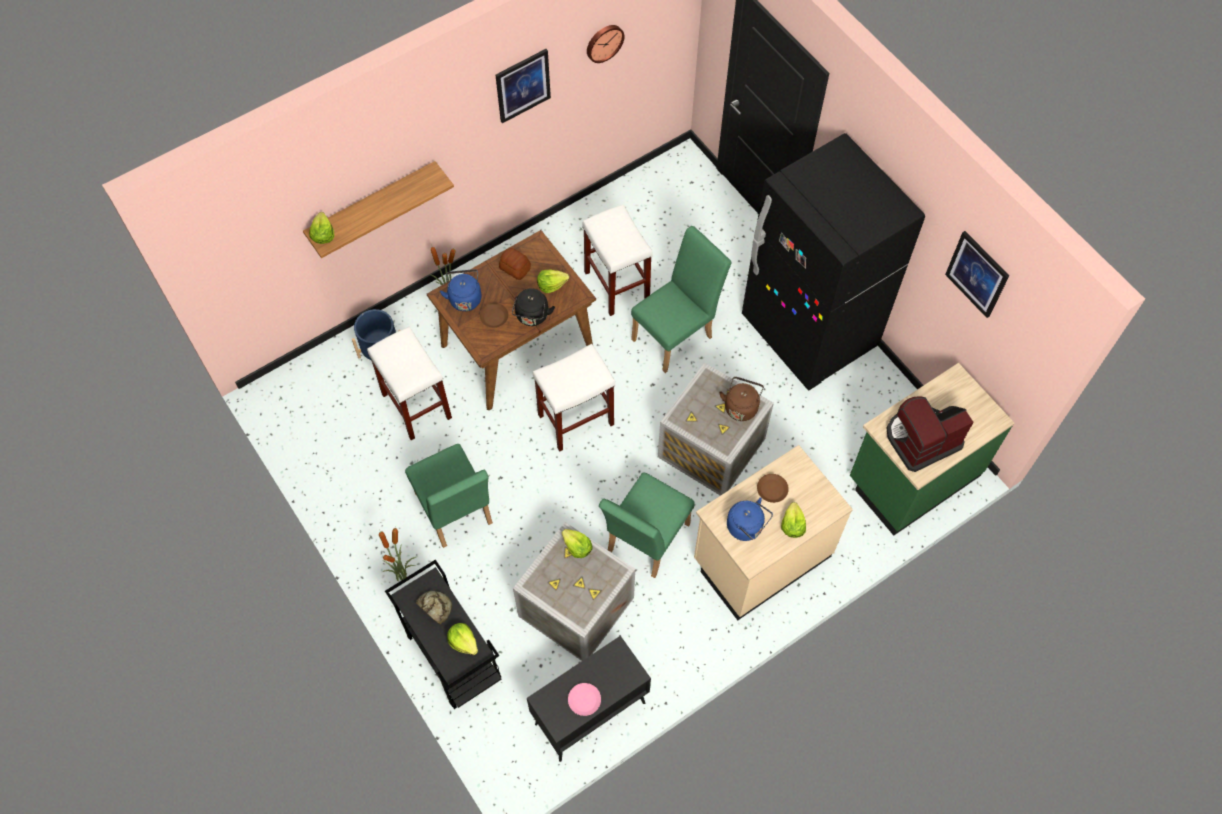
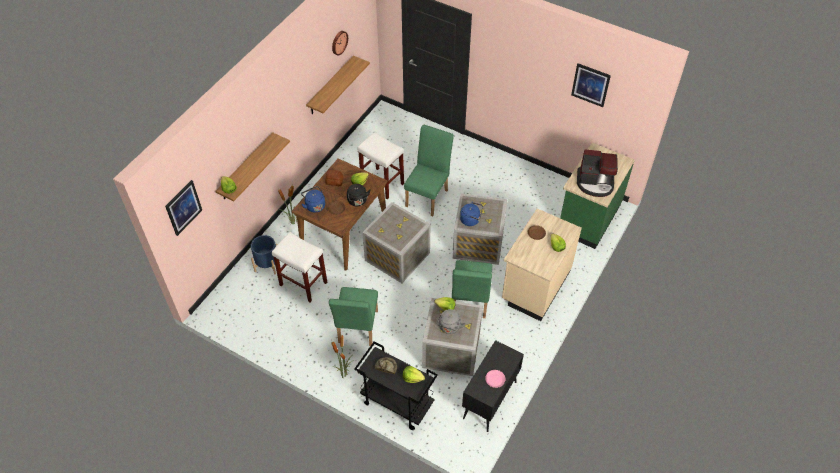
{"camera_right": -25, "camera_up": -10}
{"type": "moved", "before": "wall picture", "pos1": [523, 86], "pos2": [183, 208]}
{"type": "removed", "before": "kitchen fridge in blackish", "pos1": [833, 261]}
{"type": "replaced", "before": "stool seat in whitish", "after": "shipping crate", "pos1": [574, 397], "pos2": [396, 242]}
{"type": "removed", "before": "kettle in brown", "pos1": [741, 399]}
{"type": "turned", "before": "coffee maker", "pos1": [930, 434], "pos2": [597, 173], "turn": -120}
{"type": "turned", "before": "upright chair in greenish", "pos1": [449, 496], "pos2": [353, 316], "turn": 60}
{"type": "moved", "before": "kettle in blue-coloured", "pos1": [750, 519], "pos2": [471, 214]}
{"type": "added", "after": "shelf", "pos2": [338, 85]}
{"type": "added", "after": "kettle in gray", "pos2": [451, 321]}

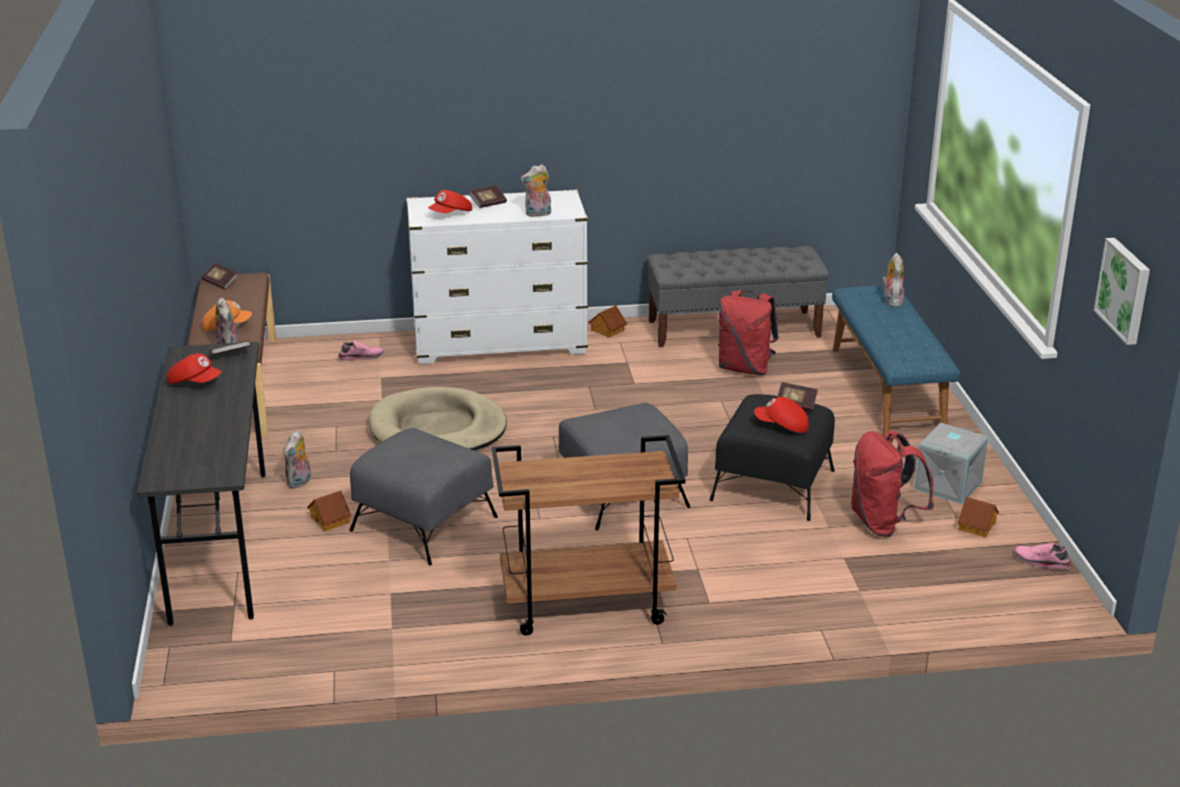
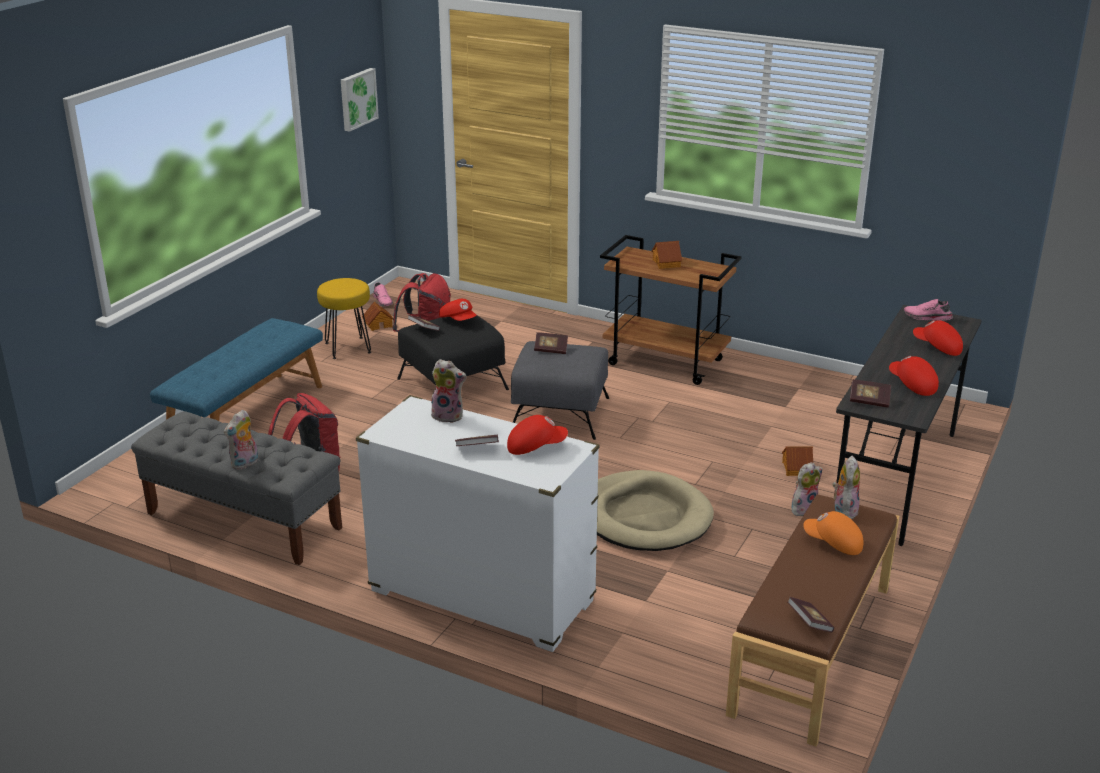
{"camera_right": -145, "camera_up": 0}
{"type": "moved", "before": "cuddly toy", "pos1": [893, 280], "pos2": [241, 440]}
{"type": "moved", "before": "toy house", "pos1": [607, 321], "pos2": [666, 255]}
{"type": "moved", "before": "item of footwear in pink", "pos1": [361, 350], "pos2": [928, 310]}
{"type": "replaced", "before": "storage container in gray", "after": "stool seat in yellow-coloured", "pos1": [951, 463], "pos2": [344, 318]}
{"type": "removed", "before": "footrest in gray", "pos1": [423, 496]}
{"type": "added", "after": "peaked cap in red-coloured", "pos2": [938, 338]}
{"type": "added", "after": "bound book", "pos2": [551, 343]}

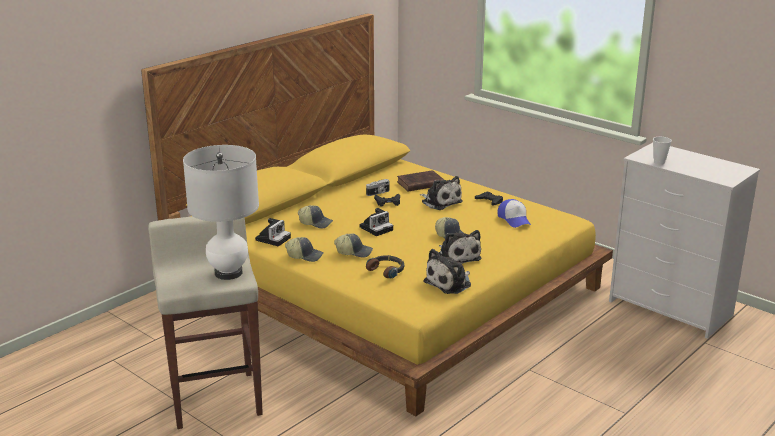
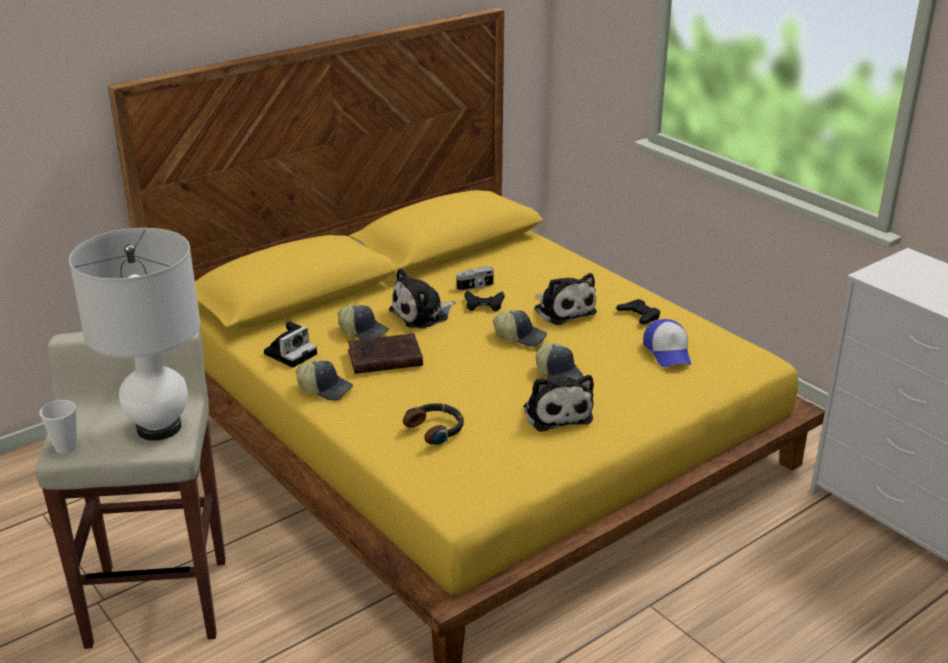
{"camera_right": 10, "camera_up": 5}
{"type": "moved", "before": "cup", "pos1": [662, 151], "pos2": [58, 427]}
{"type": "moved", "before": "bound book in brown", "pos1": [420, 181], "pos2": [385, 353]}
{"type": "removed", "before": "still camera", "pos1": [376, 222]}
{"type": "moved", "before": "peaked cap", "pos1": [353, 245], "pos2": [520, 328]}
{"type": "moved", "before": "cuddly toy", "pos1": [447, 271], "pos2": [422, 298]}

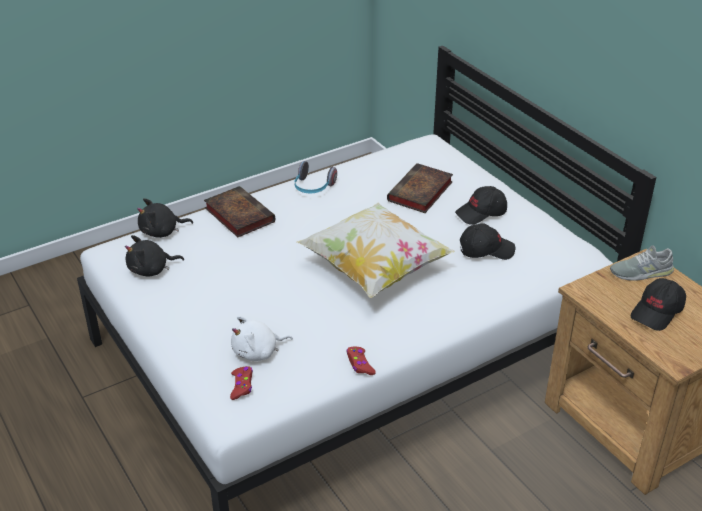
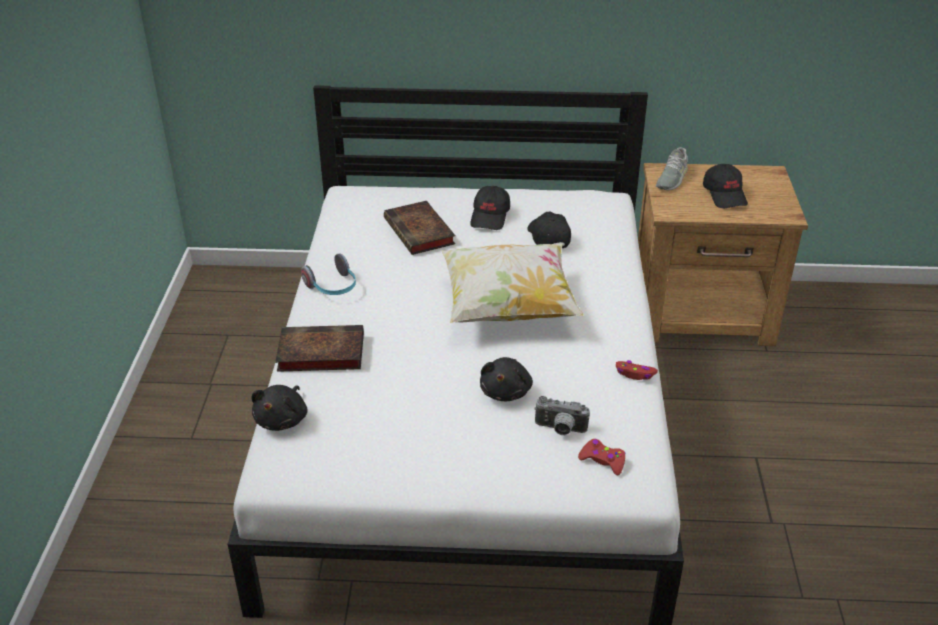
{"camera_right": -55, "camera_up": 0}
{"type": "turned", "before": "peaked cap in blackish", "pos1": [487, 241], "pos2": [549, 229], "turn": -45}
{"type": "moved", "before": "cuddly toy in blackish", "pos1": [154, 255], "pos2": [506, 379]}
{"type": "replaced", "before": "cuddly toy in whitish", "after": "still camera", "pos1": [262, 338], "pos2": [562, 415]}

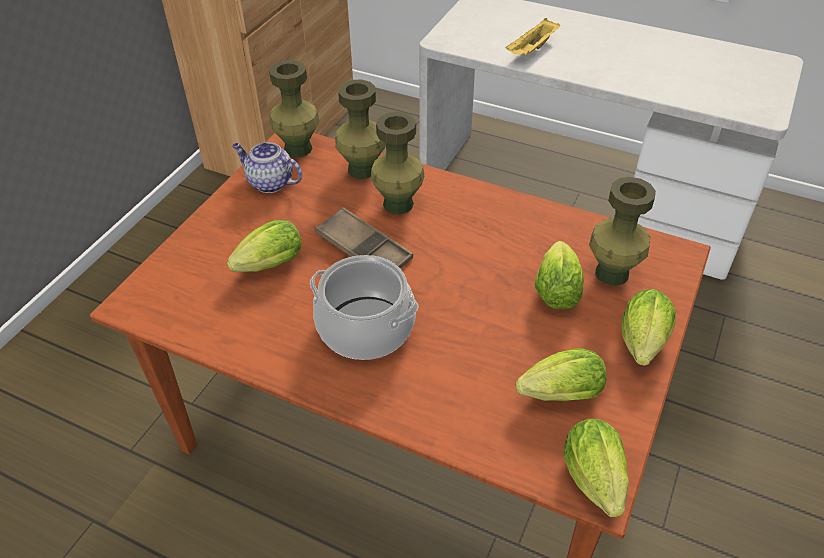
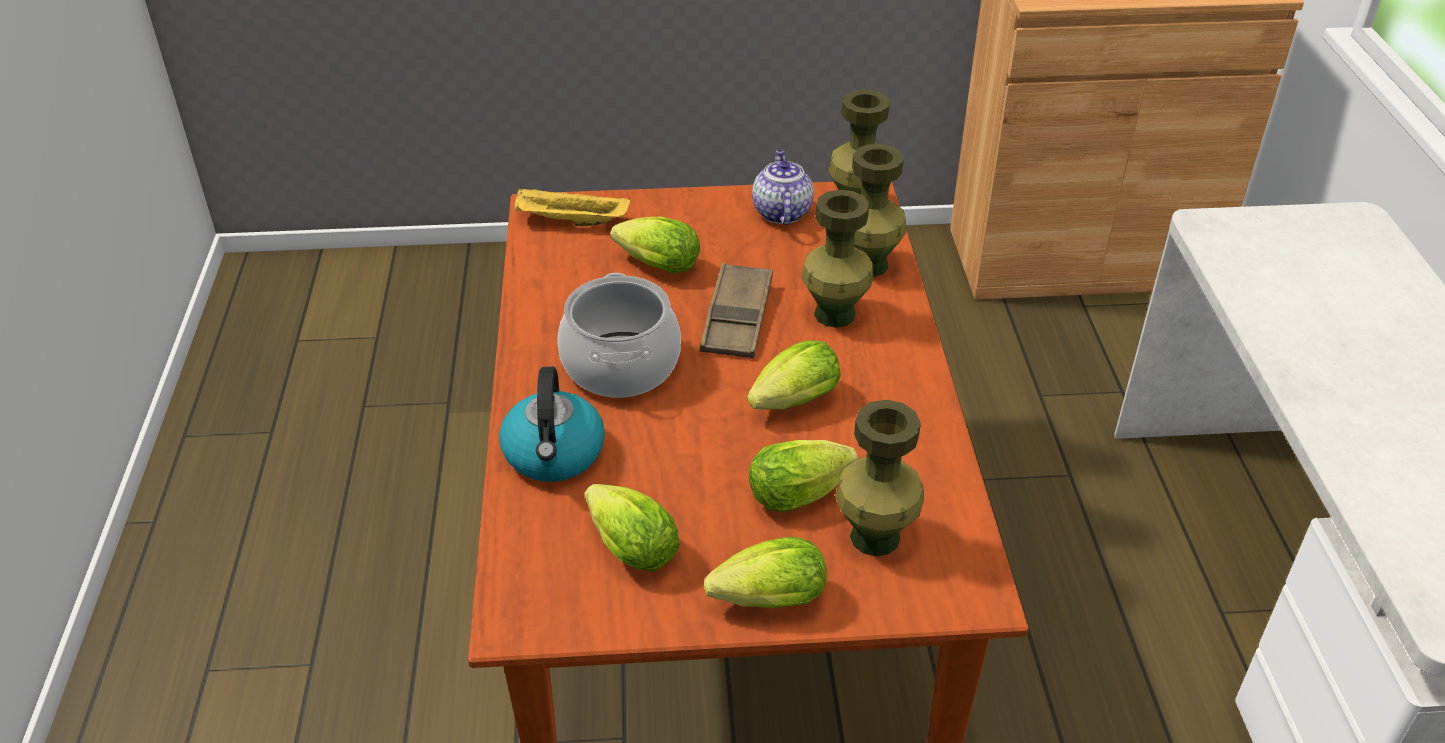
{"camera_right": 60, "camera_up": -5}
{"type": "moved", "before": "tray in yellow-coloured", "pos1": [533, 36], "pos2": [572, 207]}
{"type": "moved", "before": "lettuce head", "pos1": [596, 468], "pos2": [794, 375]}
{"type": "added", "after": "kettle", "pos2": [552, 424]}

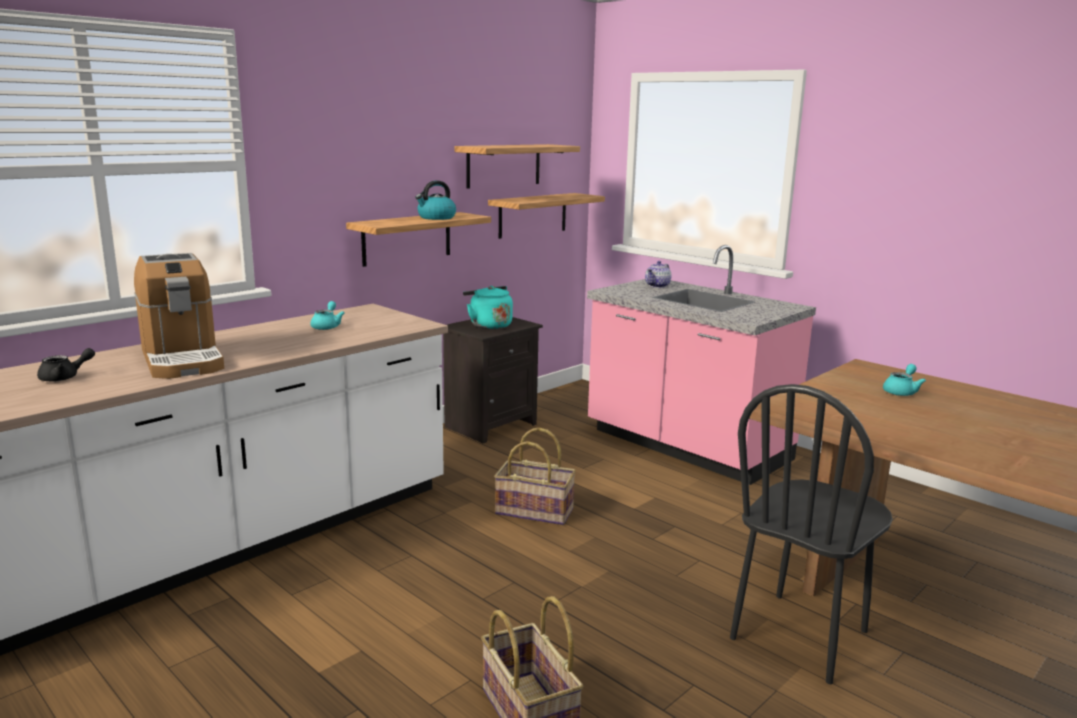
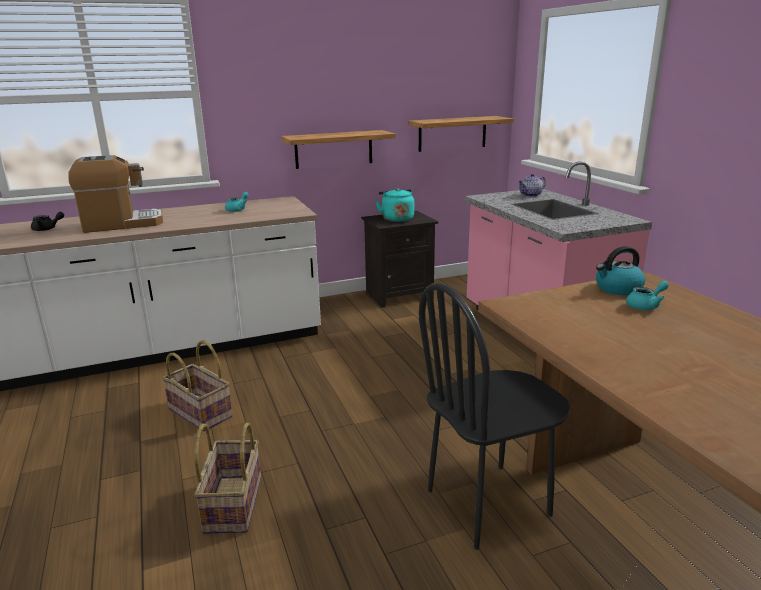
{"camera_right": 25, "camera_up": 5}
{"type": "removed", "before": "shelf", "pos1": [517, 166]}
{"type": "moved", "before": "kettle", "pos1": [435, 200], "pos2": [620, 270]}
{"type": "turned", "before": "coffee maker", "pos1": [179, 316], "pos2": [115, 194], "turn": -105}
{"type": "moved", "before": "basket", "pos1": [535, 476], "pos2": [197, 385]}

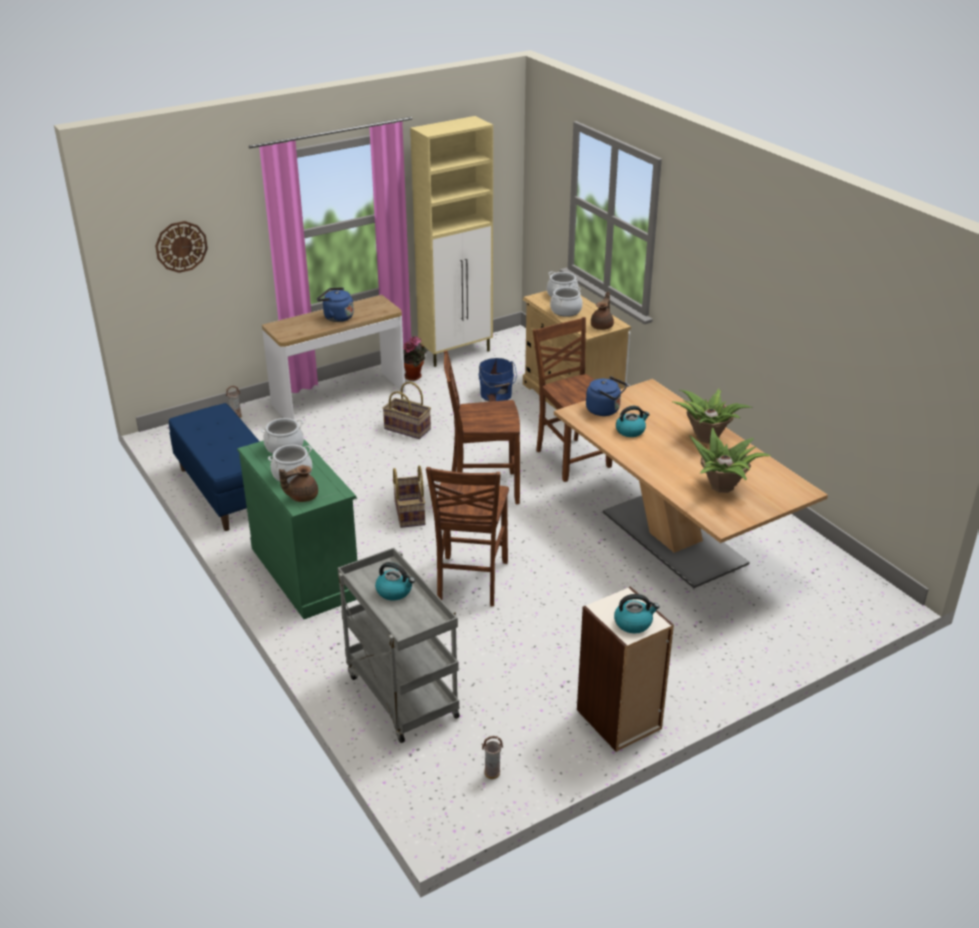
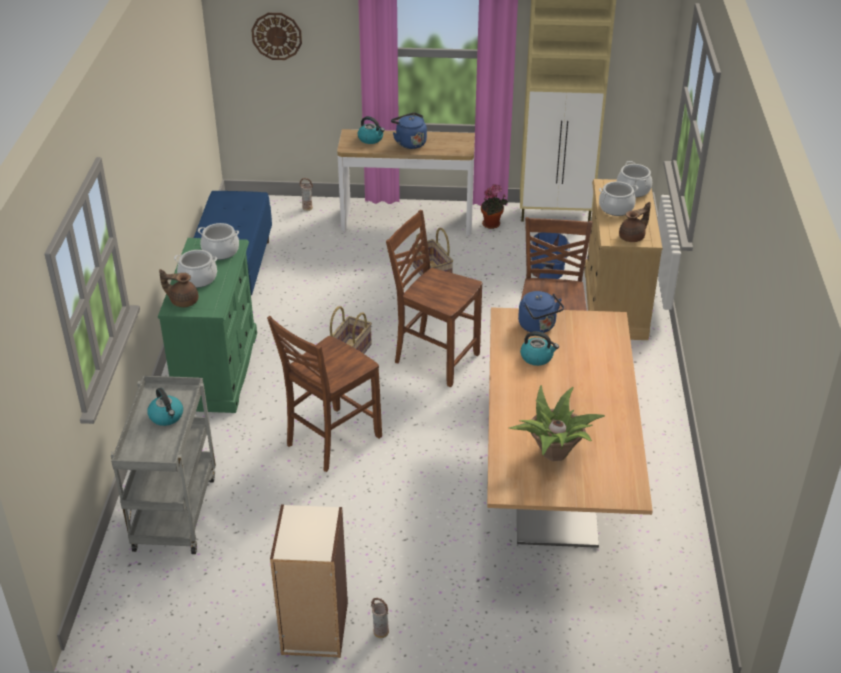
{"camera_right": 35, "camera_up": 5}
{"type": "removed", "before": "houseplant", "pos1": [712, 416]}
{"type": "moved", "before": "kettle", "pos1": [636, 613], "pos2": [371, 130]}
{"type": "moved", "before": "vase", "pos1": [492, 757], "pos2": [380, 618]}

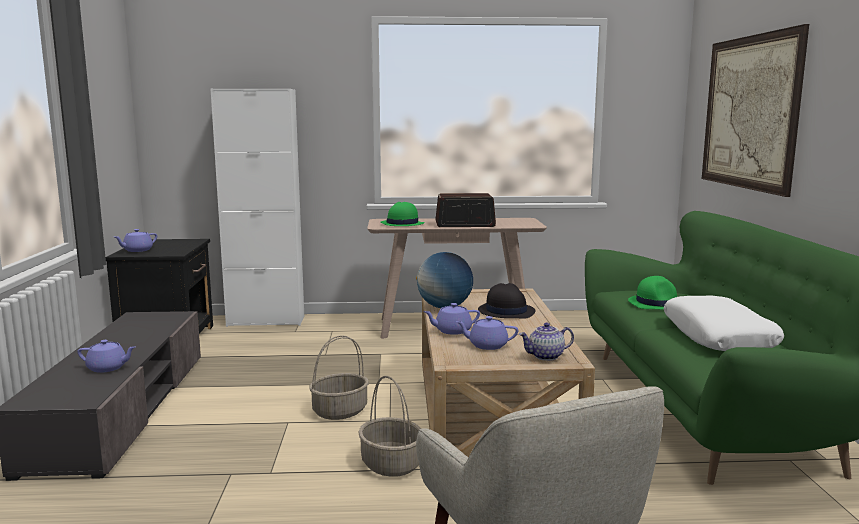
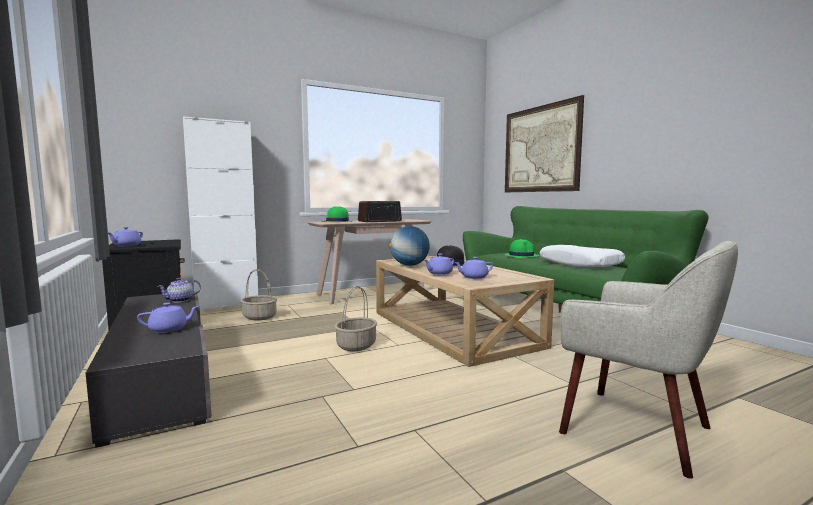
{"camera_right": -25, "camera_up": -5}
{"type": "moved", "before": "tea pot", "pos1": [546, 342], "pos2": [179, 290]}
{"type": "moved", "before": "basket", "pos1": [389, 426], "pos2": [259, 295]}

